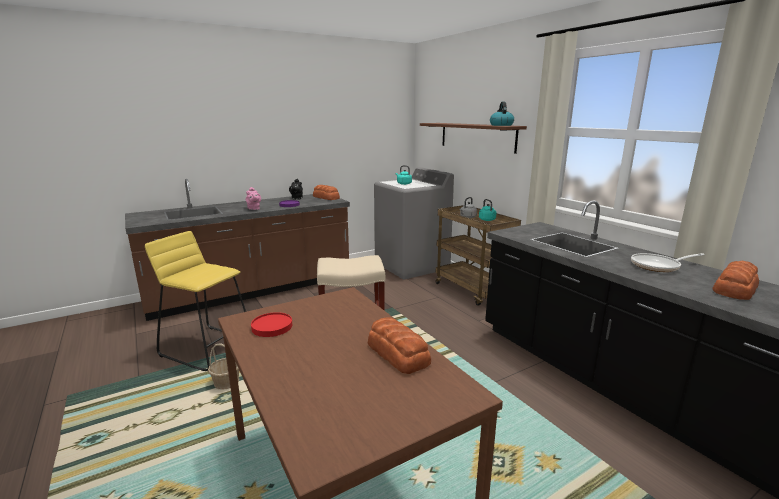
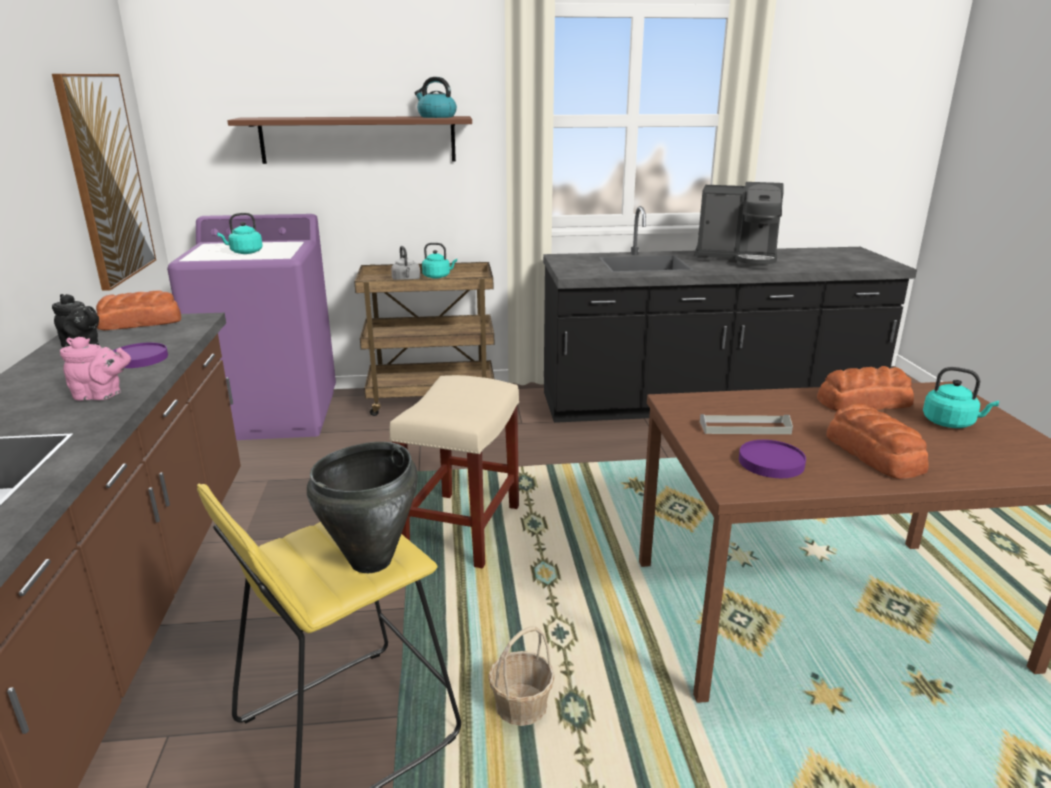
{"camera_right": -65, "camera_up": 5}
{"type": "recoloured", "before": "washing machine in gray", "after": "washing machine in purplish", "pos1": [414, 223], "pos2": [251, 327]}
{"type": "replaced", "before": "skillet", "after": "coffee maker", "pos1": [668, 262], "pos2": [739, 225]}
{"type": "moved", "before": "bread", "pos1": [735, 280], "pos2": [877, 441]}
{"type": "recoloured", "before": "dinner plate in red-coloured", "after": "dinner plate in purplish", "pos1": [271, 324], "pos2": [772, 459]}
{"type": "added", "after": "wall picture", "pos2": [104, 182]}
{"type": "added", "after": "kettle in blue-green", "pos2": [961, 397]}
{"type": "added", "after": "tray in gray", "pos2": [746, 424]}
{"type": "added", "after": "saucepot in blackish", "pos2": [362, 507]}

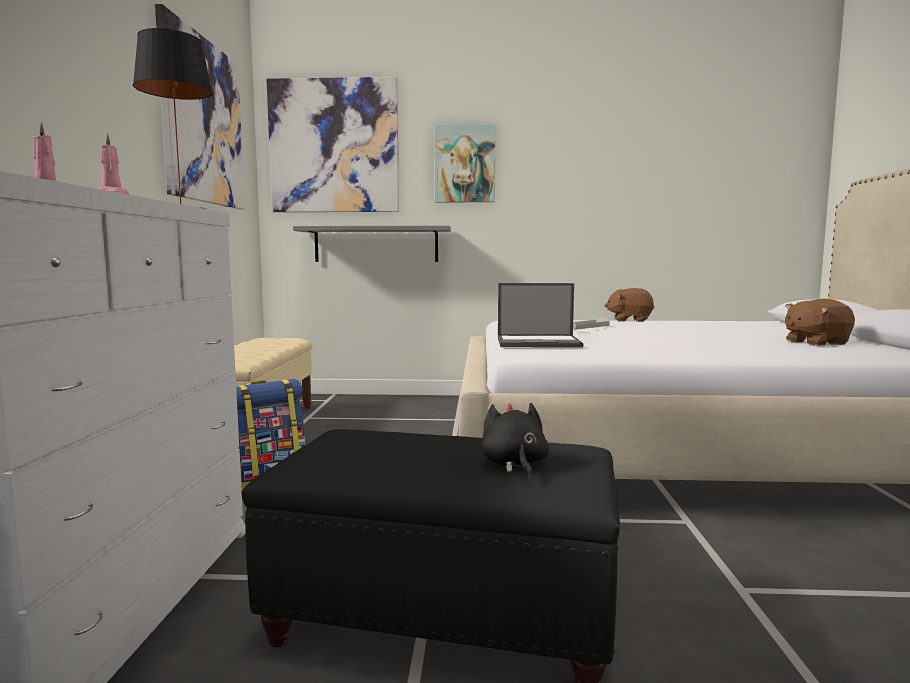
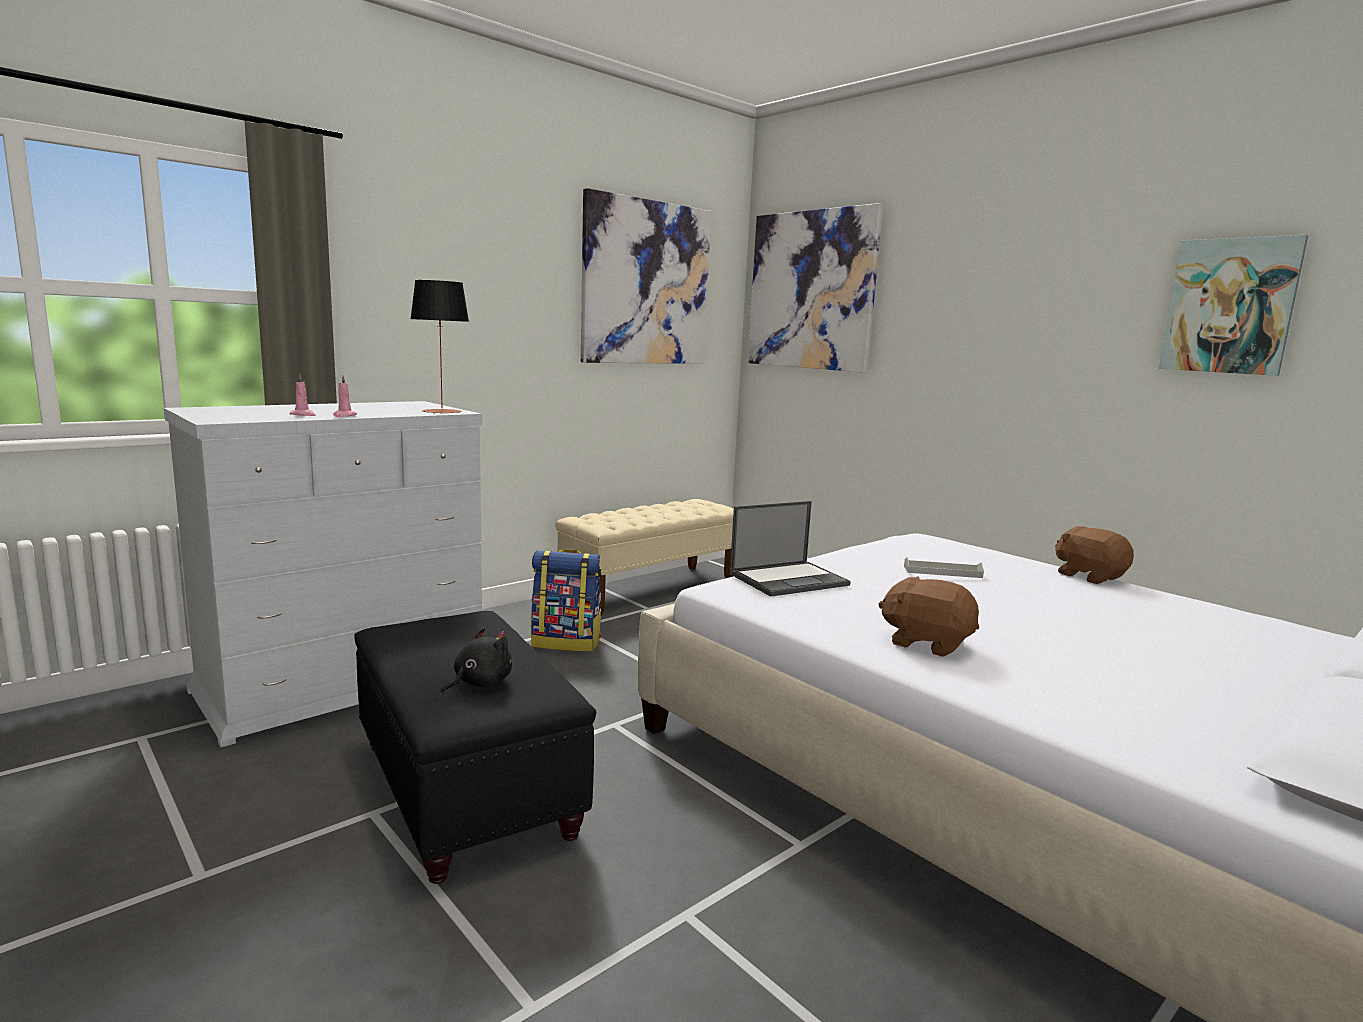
{"camera_right": 45, "camera_up": 5}
{"type": "moved", "before": "wall picture", "pos1": [465, 163], "pos2": [1233, 305]}
{"type": "removed", "before": "shelf in gray", "pos1": [372, 244]}
{"type": "turned", "before": "laptop", "pos1": [540, 315], "pos2": [790, 549], "turn": -75}
{"type": "moved", "before": "cuddly toy in brown", "pos1": [820, 322], "pos2": [928, 616]}

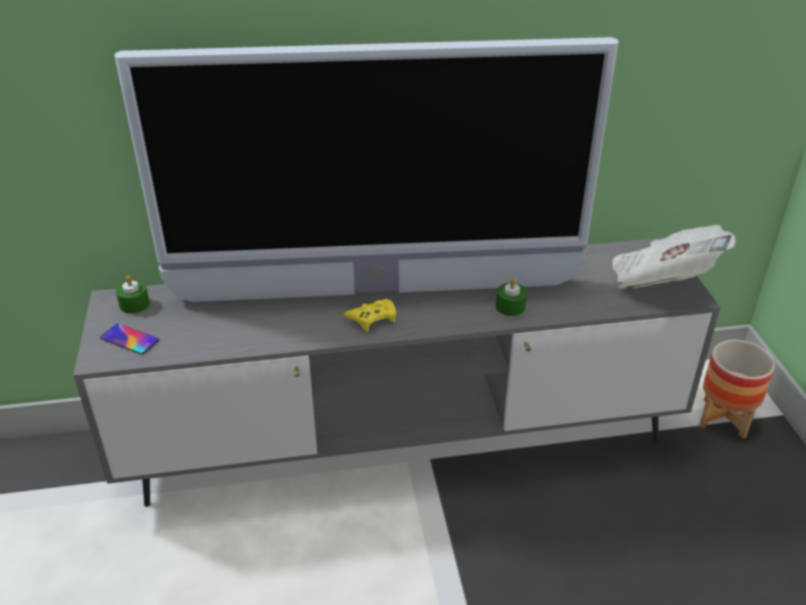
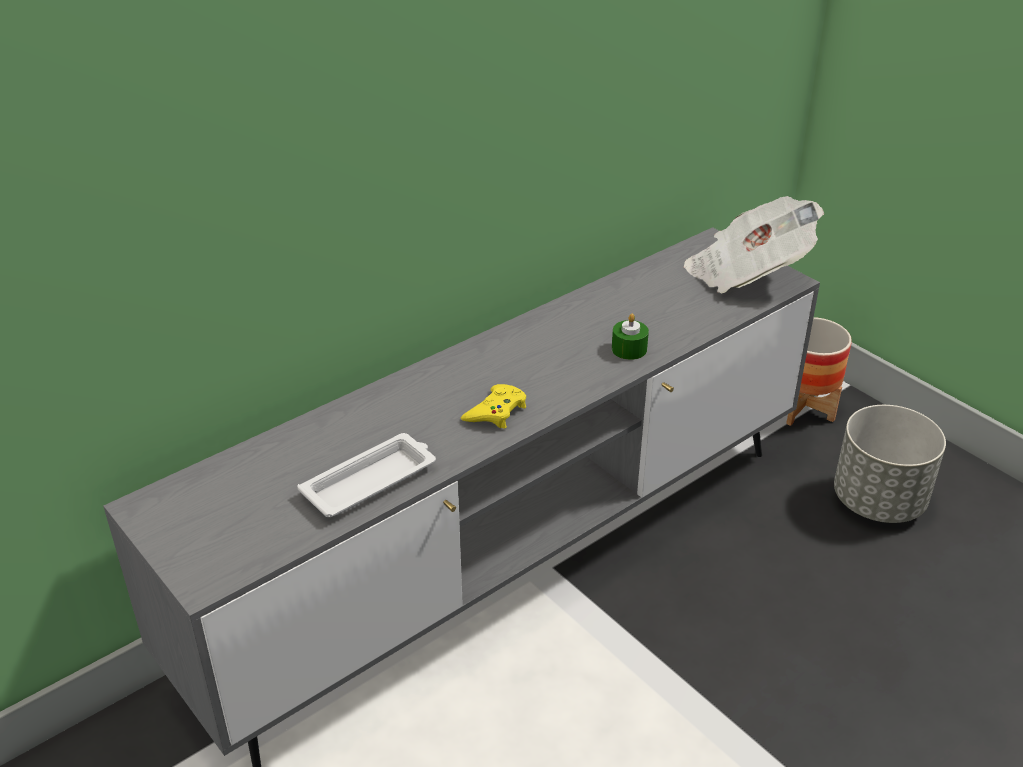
{"camera_right": -30, "camera_up": 0}
{"type": "removed", "before": "television", "pos1": [366, 169]}
{"type": "removed", "before": "wax light in greenish", "pos1": [133, 295]}
{"type": "removed", "before": "telephone", "pos1": [129, 338]}
{"type": "added", "after": "plant pot in gray", "pos2": [890, 464]}
{"type": "added", "after": "tray in whitish", "pos2": [366, 475]}

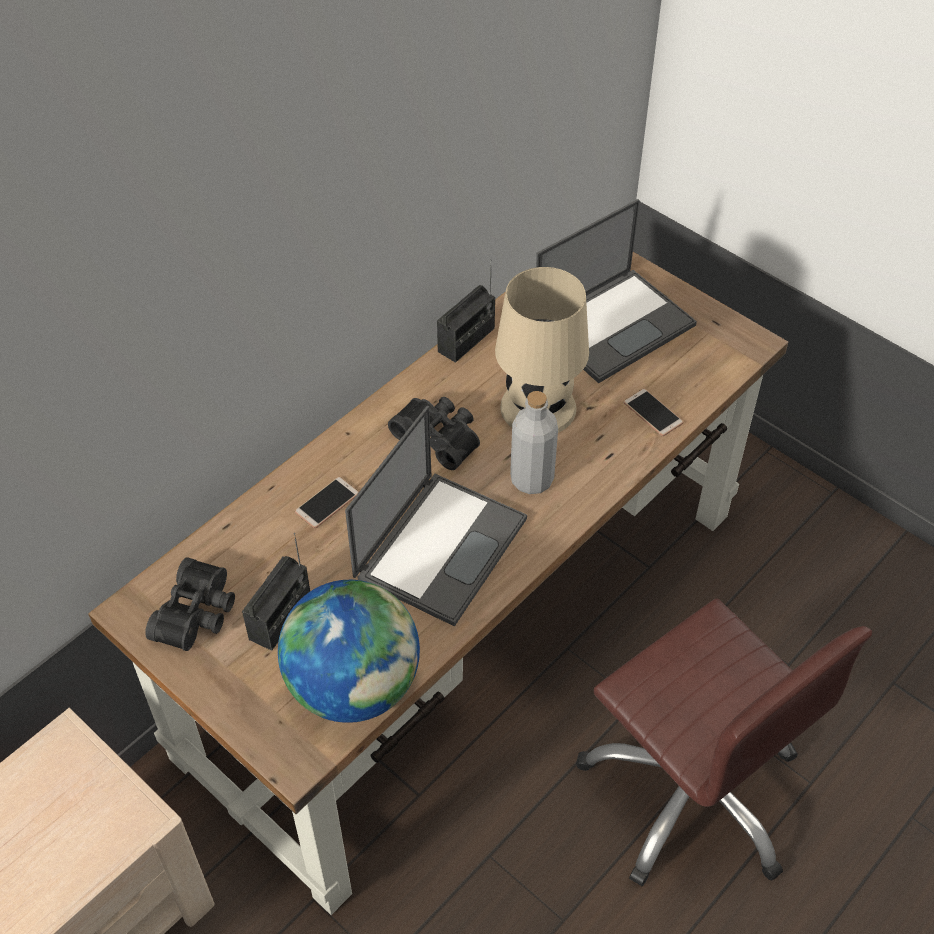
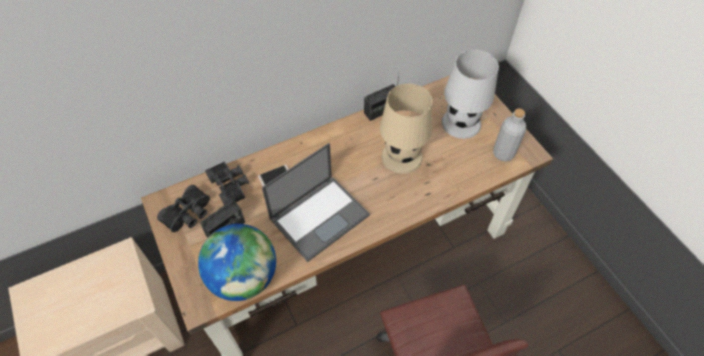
{"camera_right": 20, "camera_up": 5}
{"type": "replaced", "before": "laptop", "after": "lamp for a table in whitish", "pos1": [615, 291], "pos2": [470, 94]}
{"type": "removed", "before": "telephone", "pos1": [653, 412]}
{"type": "moved", "before": "beverage bottle in gray", "pos1": [534, 442], "pos2": [509, 134]}
{"type": "moved", "before": "pair of binoculars in blackish", "pos1": [434, 433], "pos2": [227, 183]}

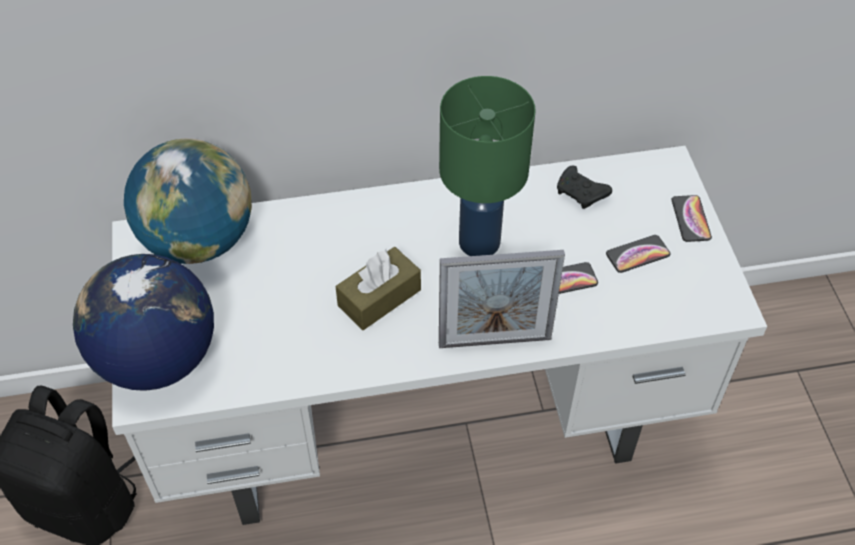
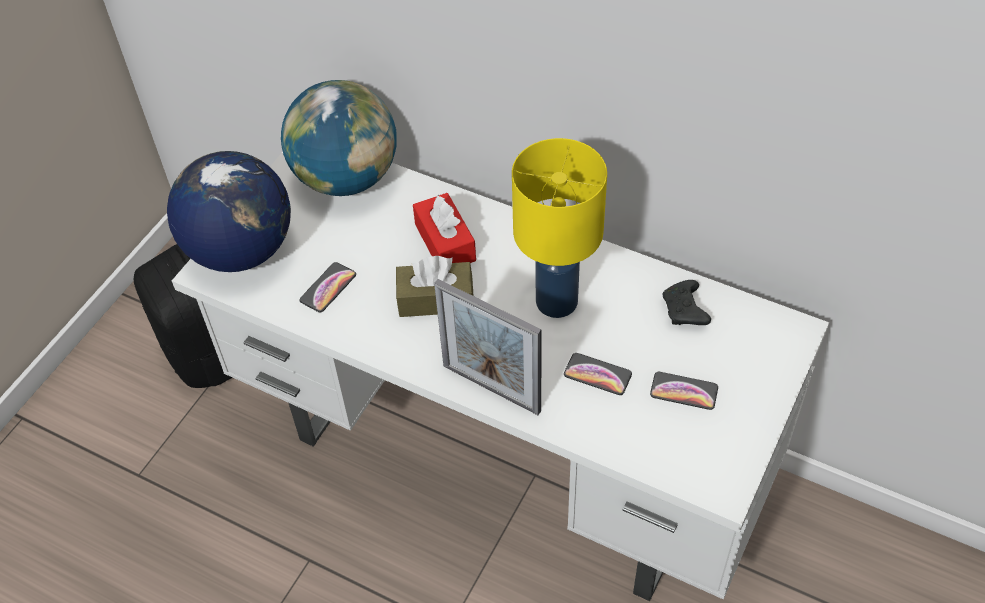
{"camera_right": 40, "camera_up": 0}
{"type": "recoloured", "before": "lamp for a table in greenish", "after": "lamp for a table in yellow-coloured", "pos1": [487, 166], "pos2": [559, 228]}
{"type": "moved", "before": "telephone", "pos1": [692, 218], "pos2": [328, 287]}
{"type": "added", "after": "tissue box in red-coloured", "pos2": [444, 228]}

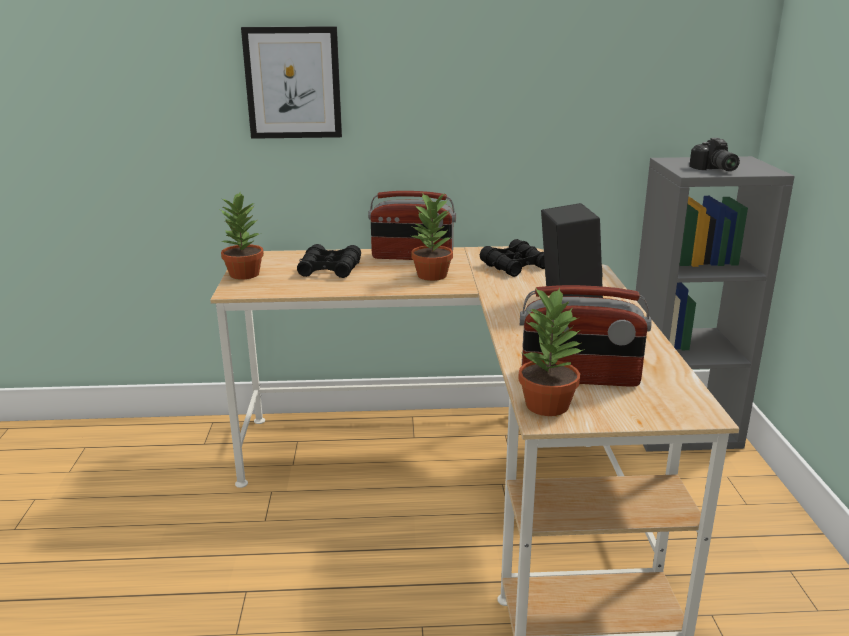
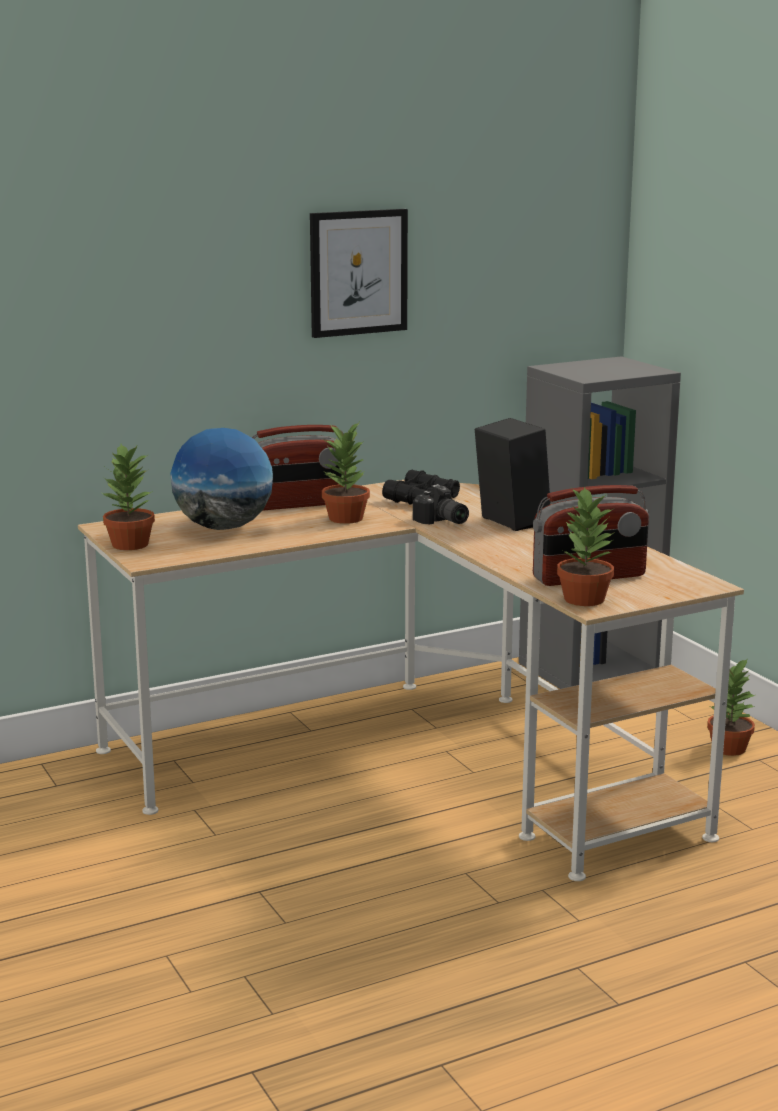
{"camera_right": -25, "camera_up": -5}
{"type": "moved", "before": "wall picture", "pos1": [291, 82], "pos2": [359, 273]}
{"type": "moved", "before": "still camera", "pos1": [714, 154], "pos2": [441, 504]}
{"type": "replaced", "before": "pair of binoculars in blackish", "after": "globe", "pos1": [329, 261], "pos2": [221, 479]}
{"type": "added", "after": "houseplant", "pos2": [731, 707]}

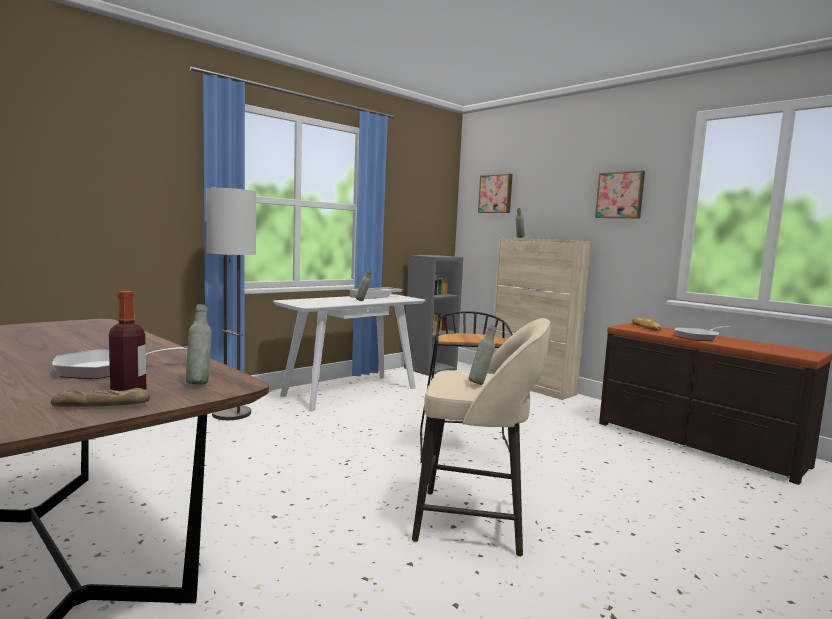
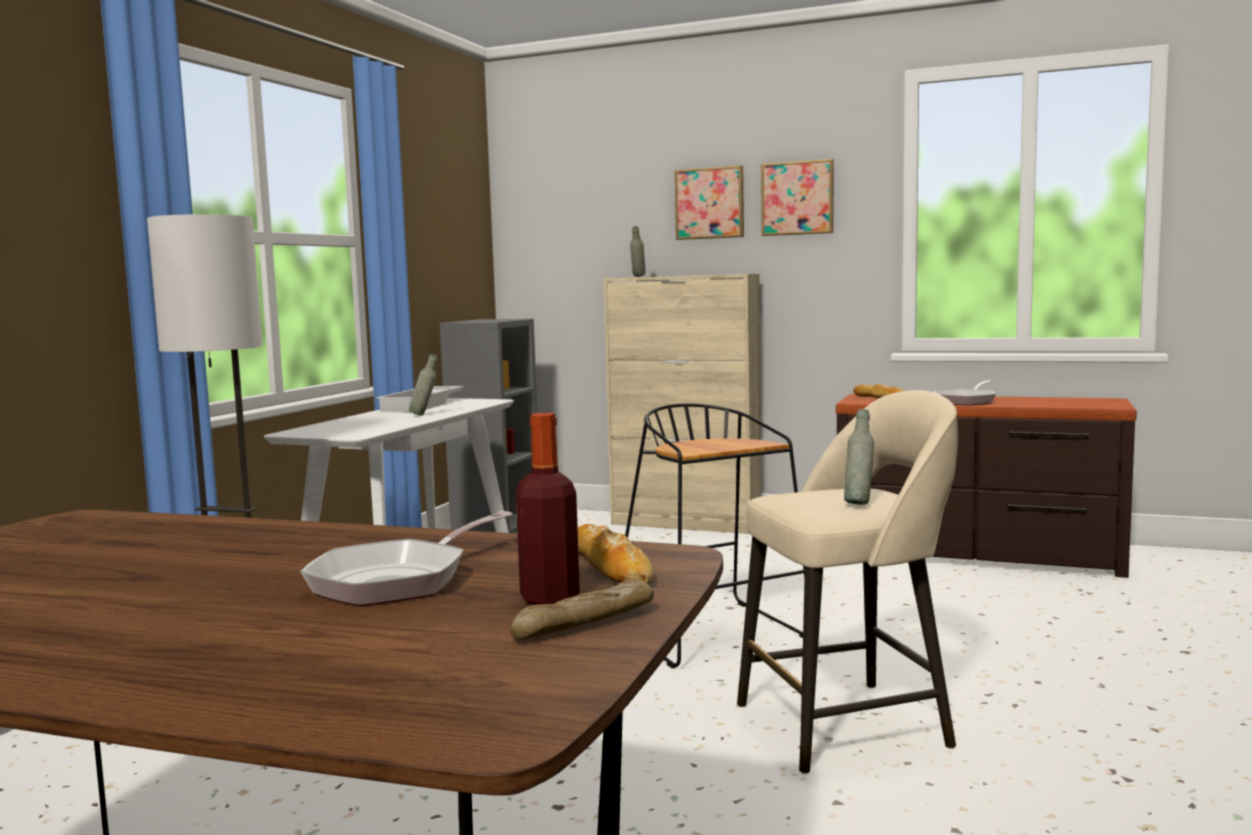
{"camera_right": -25, "camera_up": 0}
{"type": "moved", "before": "wall picture", "pos1": [495, 193], "pos2": [709, 202]}
{"type": "replaced", "before": "beverage bottle in gray", "after": "bread", "pos1": [199, 344], "pos2": [616, 554]}

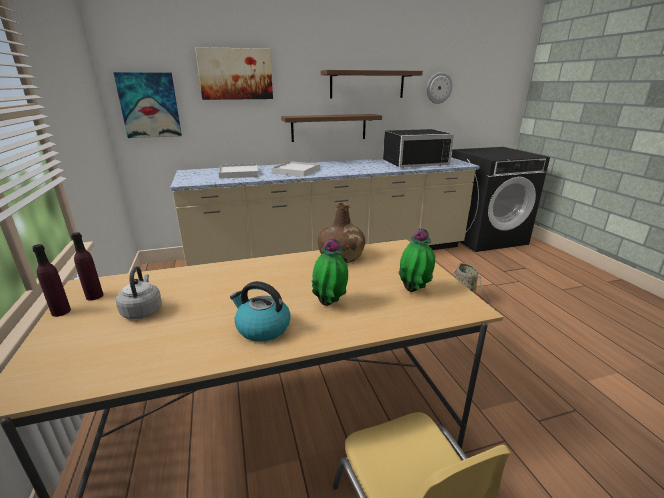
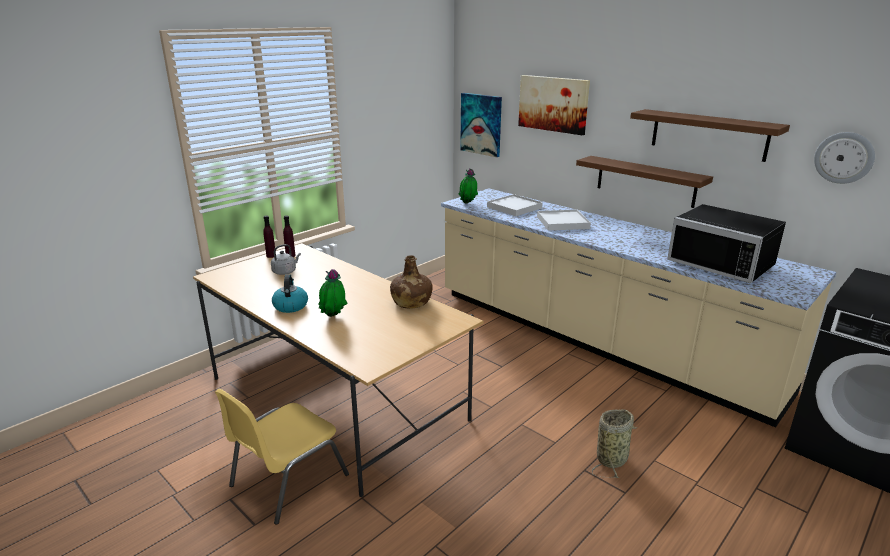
{"camera_right": 60, "camera_up": 0}
{"type": "moved", "before": "houseplant", "pos1": [417, 260], "pos2": [468, 186]}

